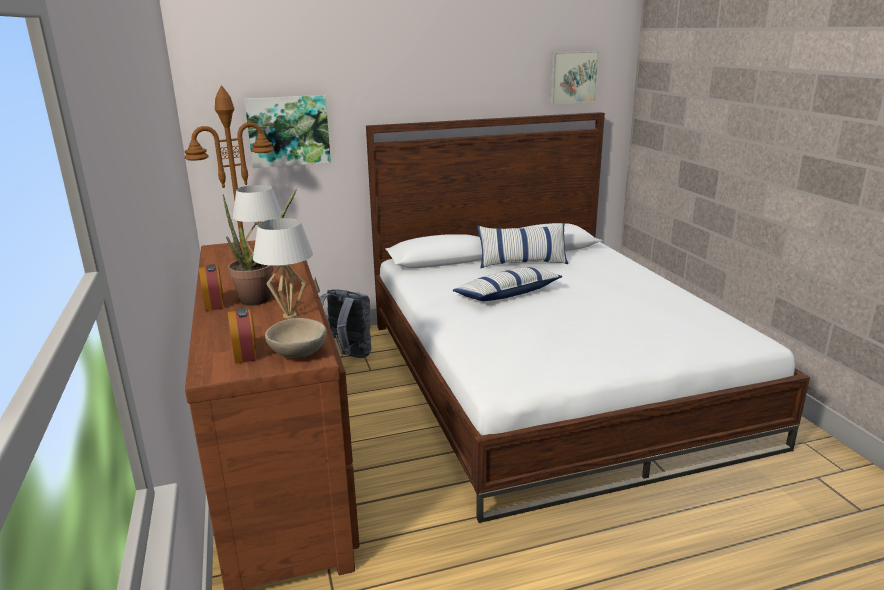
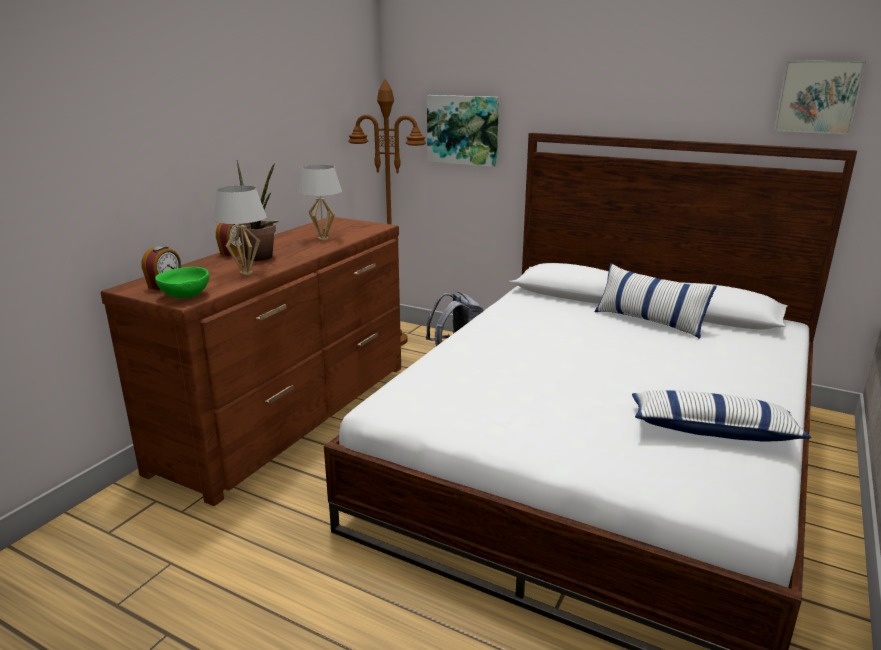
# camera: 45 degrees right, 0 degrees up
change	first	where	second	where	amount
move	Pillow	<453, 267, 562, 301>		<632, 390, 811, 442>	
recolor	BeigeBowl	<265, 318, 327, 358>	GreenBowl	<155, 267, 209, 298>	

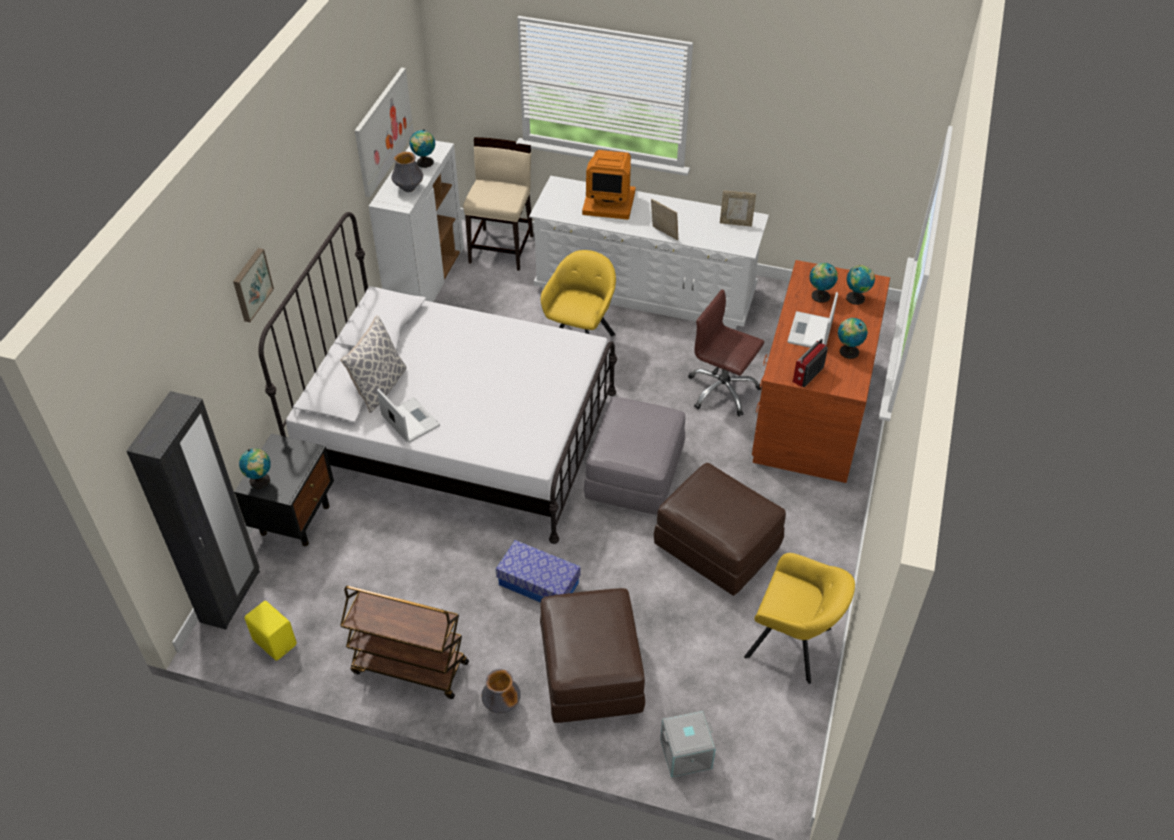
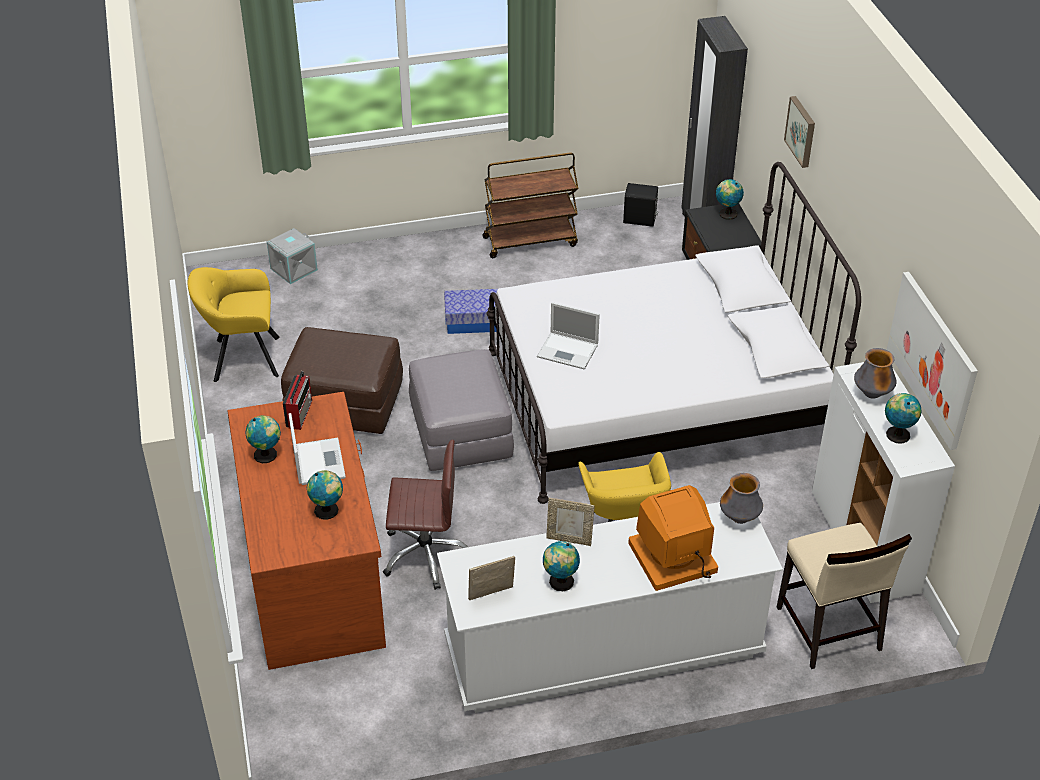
# camera: 150 degrees right, 5 degrees down
change	first	where	second	where	amount
move	Globe	<846, 265, 875, 305>		<543, 541, 580, 591>	
delete	Pillow	<340, 316, 407, 413>			
move	Laptop	<377, 388, 440, 443>		<537, 302, 600, 370>	
delete	BrownOttoman	<540, 588, 645, 723>			
recolor	YellowSpeaker	<245, 601, 297, 660>	BlackSpeaker	<623, 183, 658, 227>	
move	Vase	<481, 669, 521, 713>		<720, 473, 763, 524>	

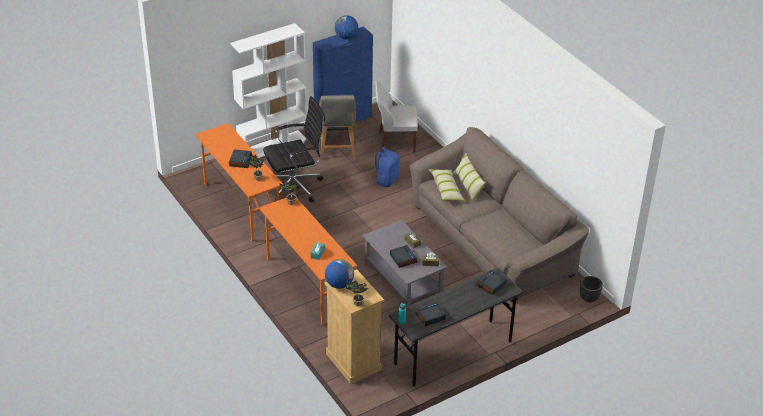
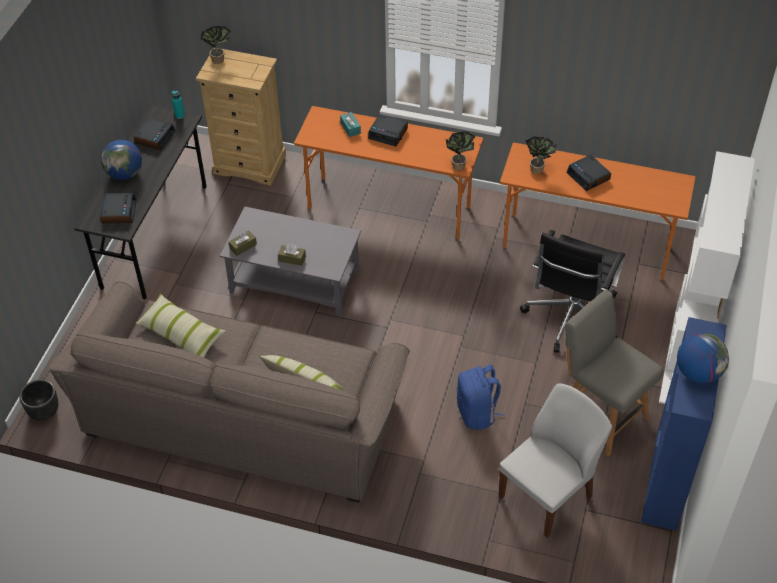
# camera: 140 degrees right, 10 degrees up
change	first	where	second	where	amount
move	Pillow	<429, 169, 465, 201>		<135, 293, 226, 357>	
move	AlarmClock	<390, 245, 417, 268>		<368, 114, 408, 147>	
move	Globe	<325, 259, 354, 289>		<101, 140, 142, 180>	

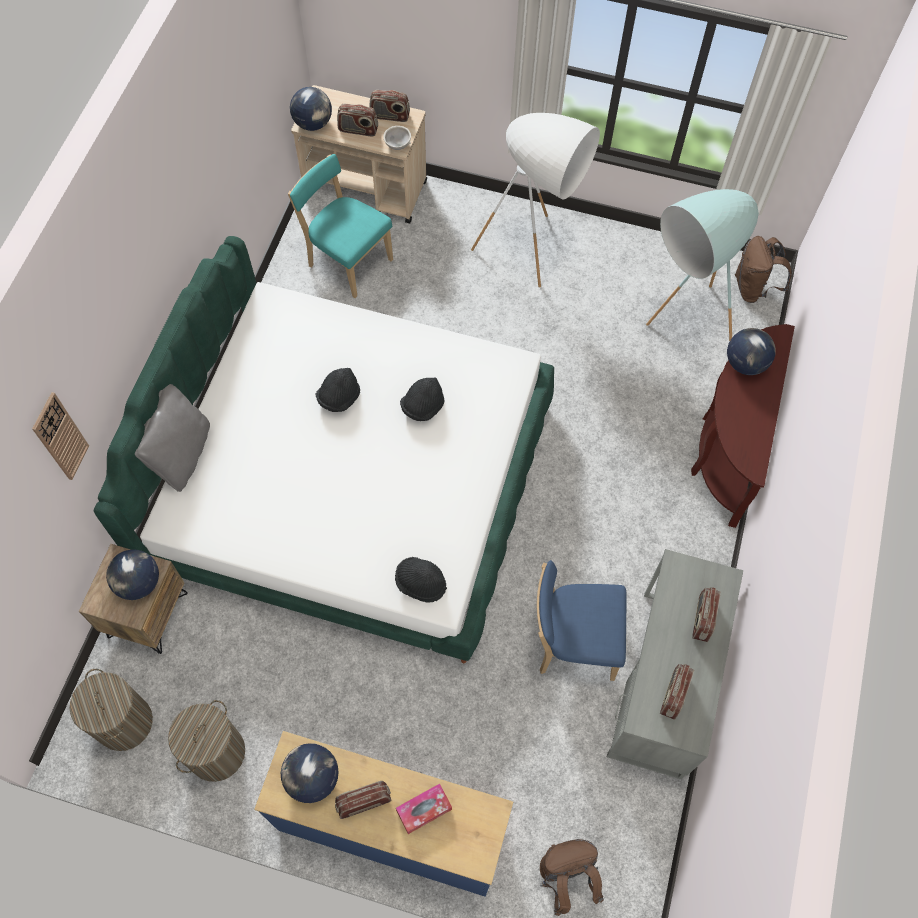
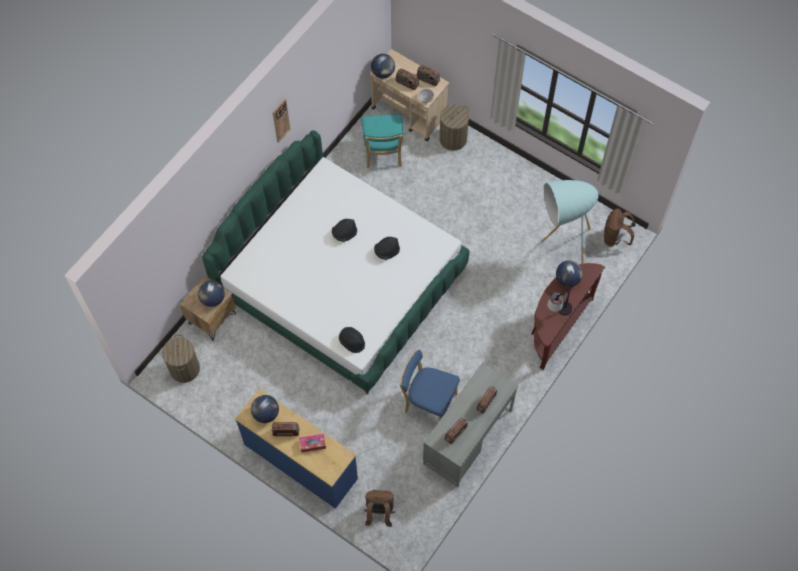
# camera: 20 degrees right, 0 degrees up
change	first	where	second	where	amount
delete	WhiteFloorLamp	<471, 113, 600, 288>			
rotate	TurquoiseChair	<288, 154, 393, 298>		<362, 114, 404, 168>	150 degrees counterclockwise
delete	GreyPillow	<135, 384, 210, 492>			
move	WallClock	<32, 392, 89, 480>		<273, 99, 290, 143>	
move	LaundryBasket	<168, 700, 245, 782>		<439, 105, 469, 151>	
insert			TableLamp	<547, 291, 573, 315>	

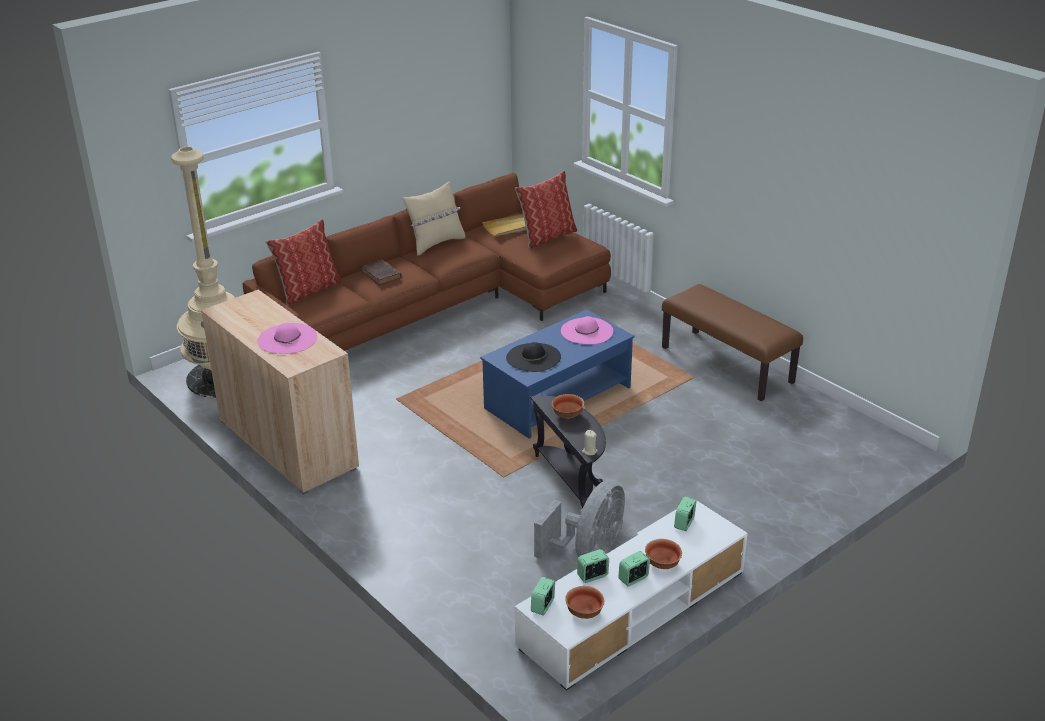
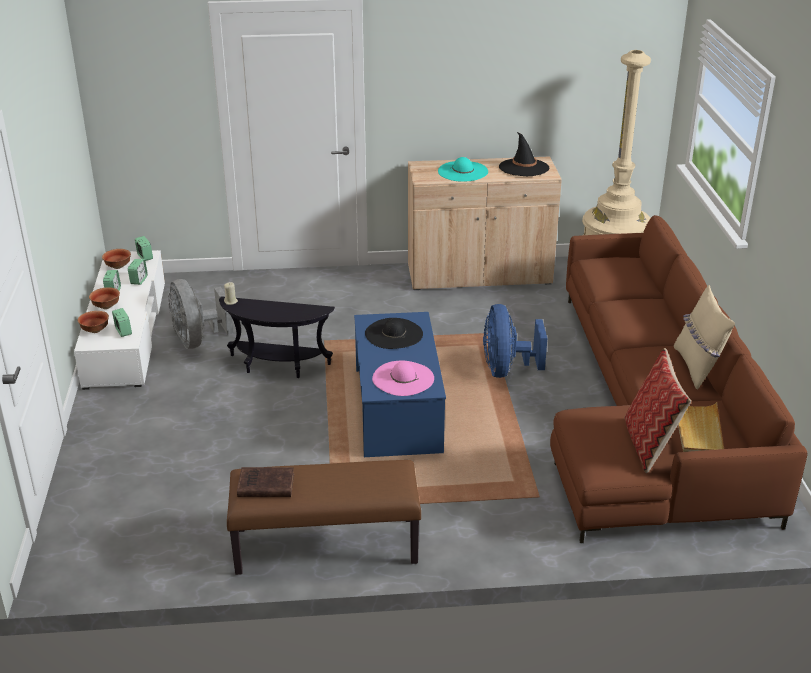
# camera: 125 degrees right, 0 degrees up
change	first	where	second	where	amount
delete	Pillow	<266, 219, 342, 306>			
move	BrownBook	<361, 259, 402, 285>		<237, 467, 294, 497>	
recolor	PinkHat	<258, 323, 317, 354>	TurquoiseHat	<438, 157, 488, 182>	
move	Bowl	<552, 394, 584, 419>		<77, 311, 109, 333>	
insert			BlackHat	<499, 132, 549, 176>	
insert			BlueFan	<483, 304, 547, 378>	

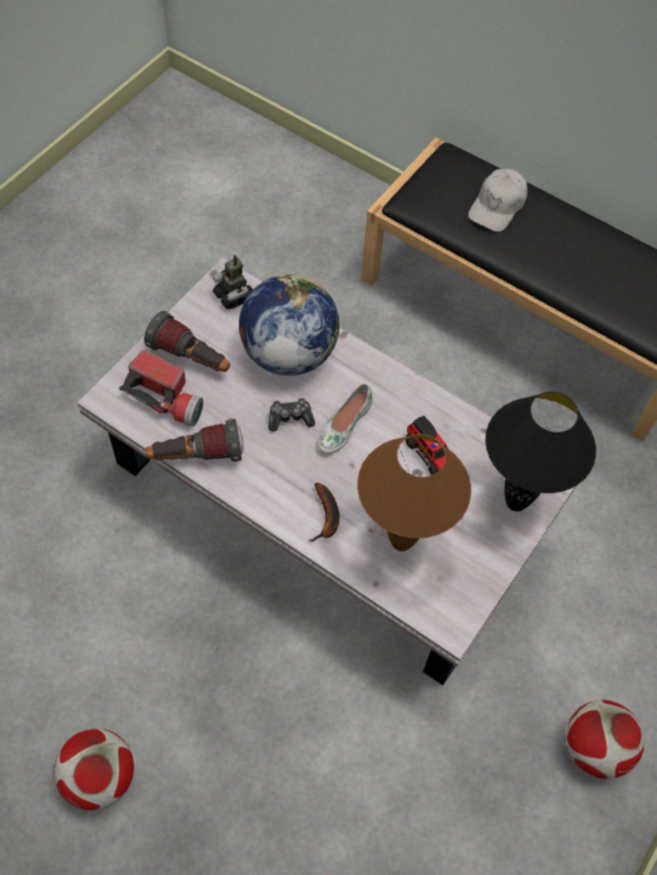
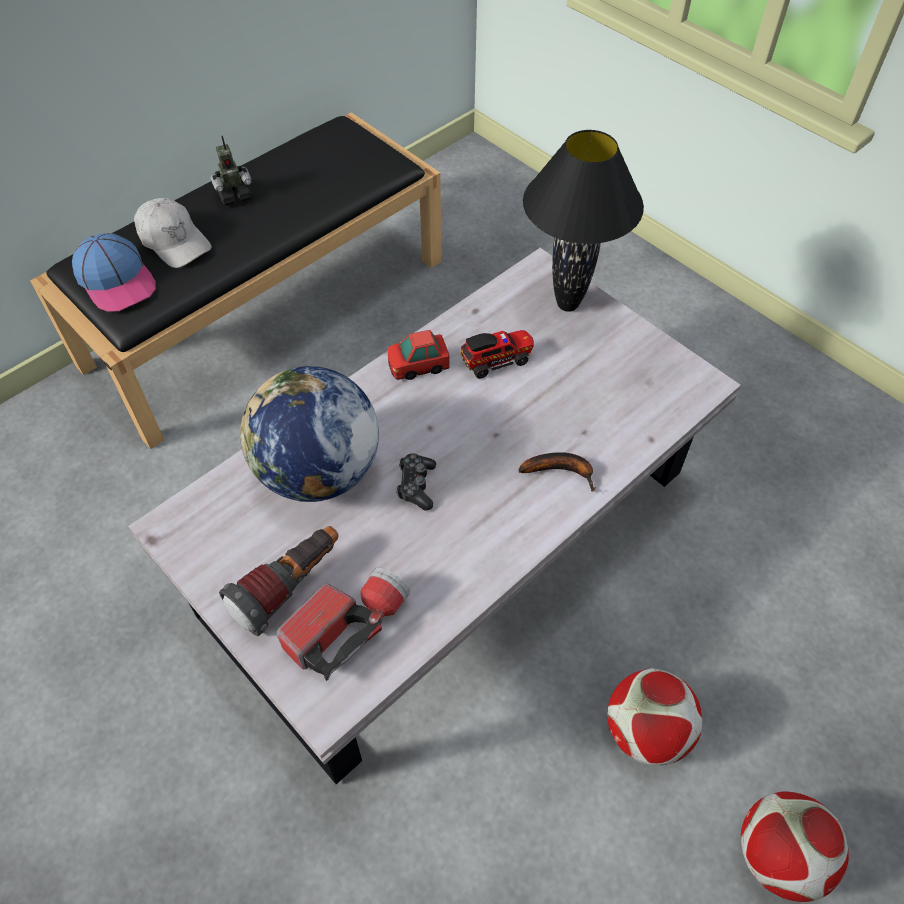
# camera: 75 degrees left, 5 degrees down
change	first	where	second	where	amount
move	ToyRobot	<213, 255, 253, 309>		<211, 135, 252, 205>	
delete	WhiteShoe	<318, 383, 373, 454>			
delete	Flashlight	<145, 419, 243, 462>			
delete	BrownTableLamp	<357, 434, 471, 551>			
move	Football	<566, 700, 644, 779>		<608, 668, 702, 766>	
insert			Cap	<72, 233, 156, 312>	
insert			ToyCar	<388, 330, 450, 380>	

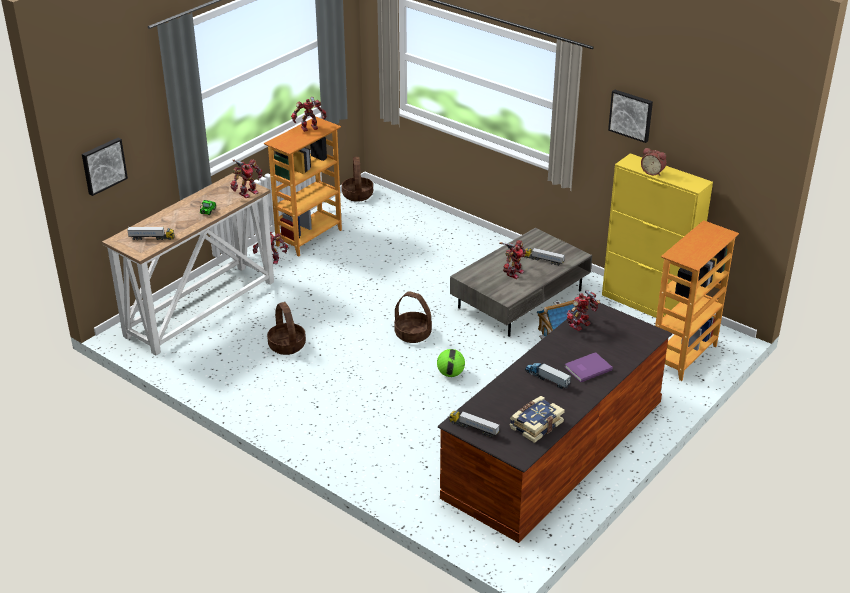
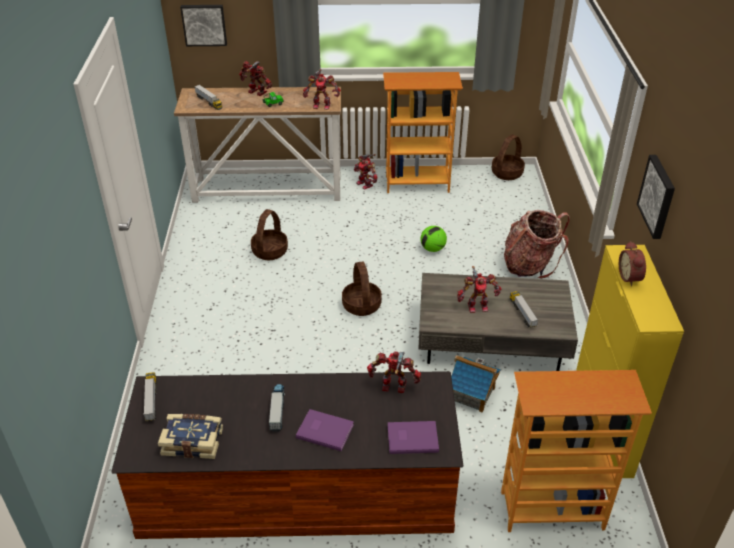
# camera: 50 degrees right, 5 degrees up
change	first	where	second	where	amount
move	ToyRobot	<291, 97, 327, 132>		<239, 61, 272, 96>	
move	Football	<437, 349, 465, 377>		<420, 226, 447, 252>	
insert			Backpack	<504, 210, 570, 279>	
insert			PurpleBook	<388, 421, 439, 454>	

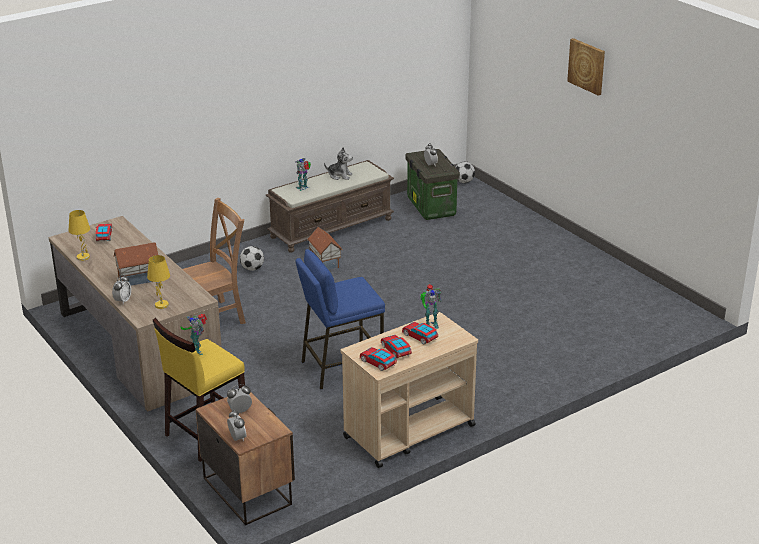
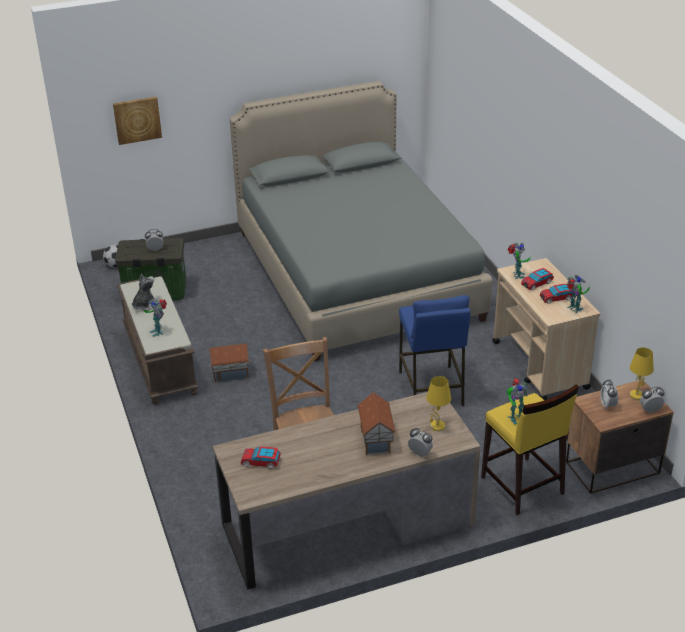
# camera: 75 degrees left, 5 degrees up
change	first	where	second	where	amount
move	Picture	<567, 38, 605, 96>		<113, 97, 162, 145>	
move	YellowTableLamp	<68, 210, 90, 261>		<630, 347, 654, 400>	
delete	Football	<240, 246, 264, 271>			
replace	ToyCar	<360, 347, 397, 371>	ToyRobot	<567, 275, 590, 314>	
insert			GreyBed	<230, 81, 493, 361>	

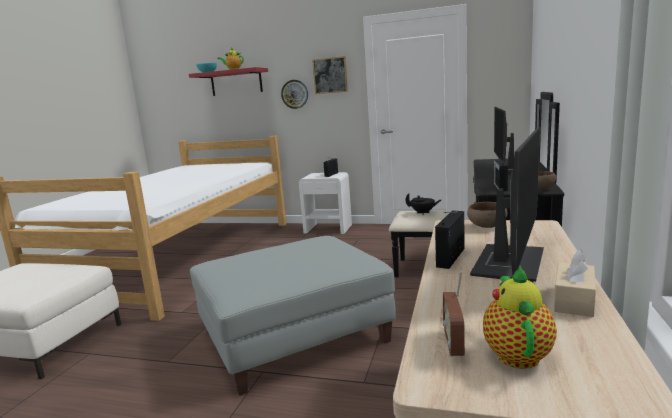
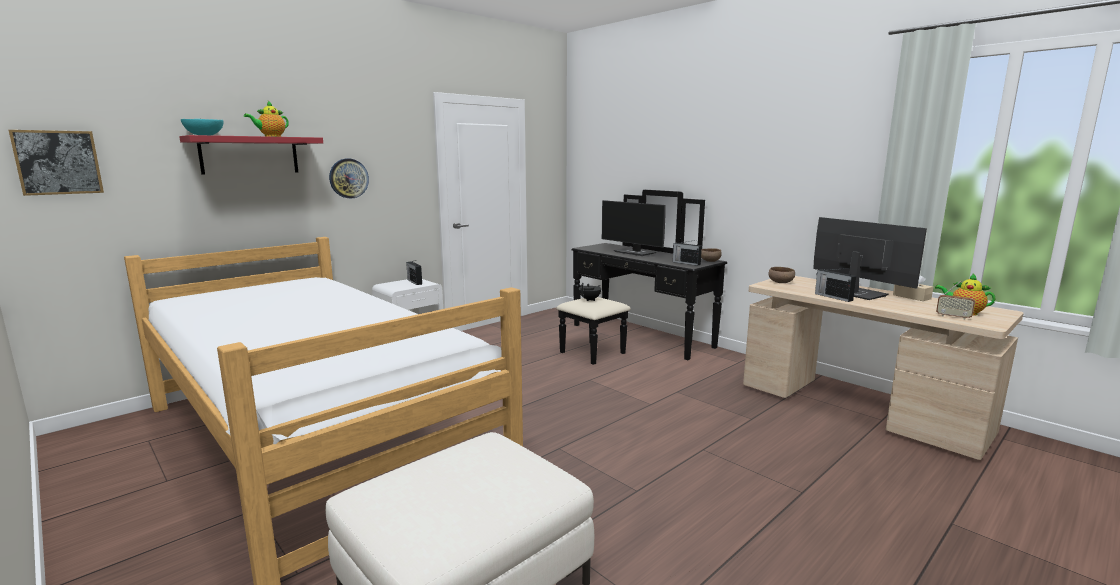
# camera: 60 degrees left, 0 degrees up
change	first	where	second	where	amount
move	Picture	<312, 56, 348, 94>		<9, 130, 104, 196>	
delete	GreyOttoman	<190, 236, 396, 396>			

